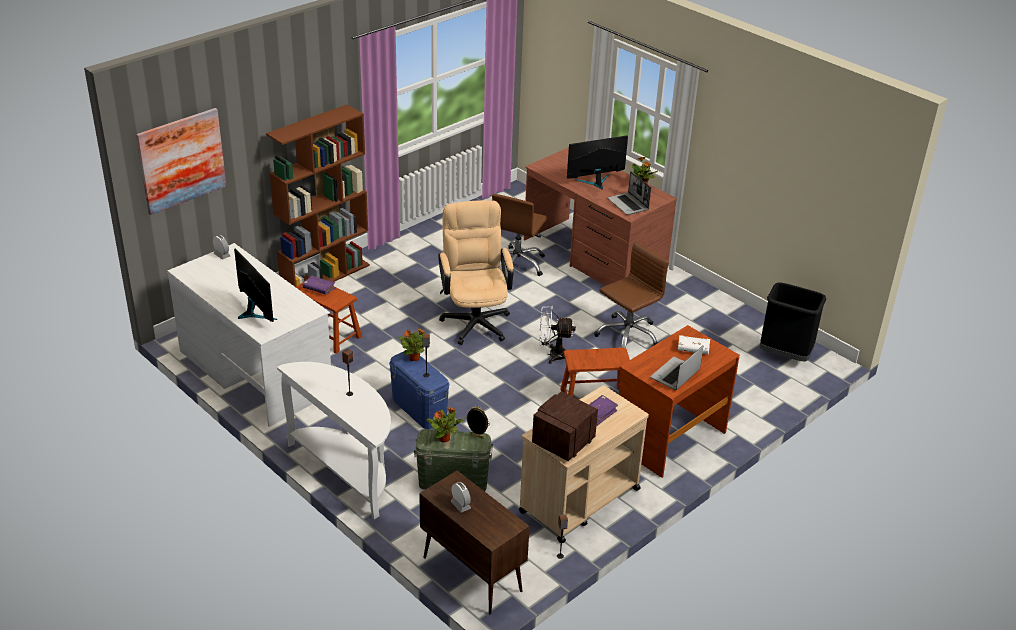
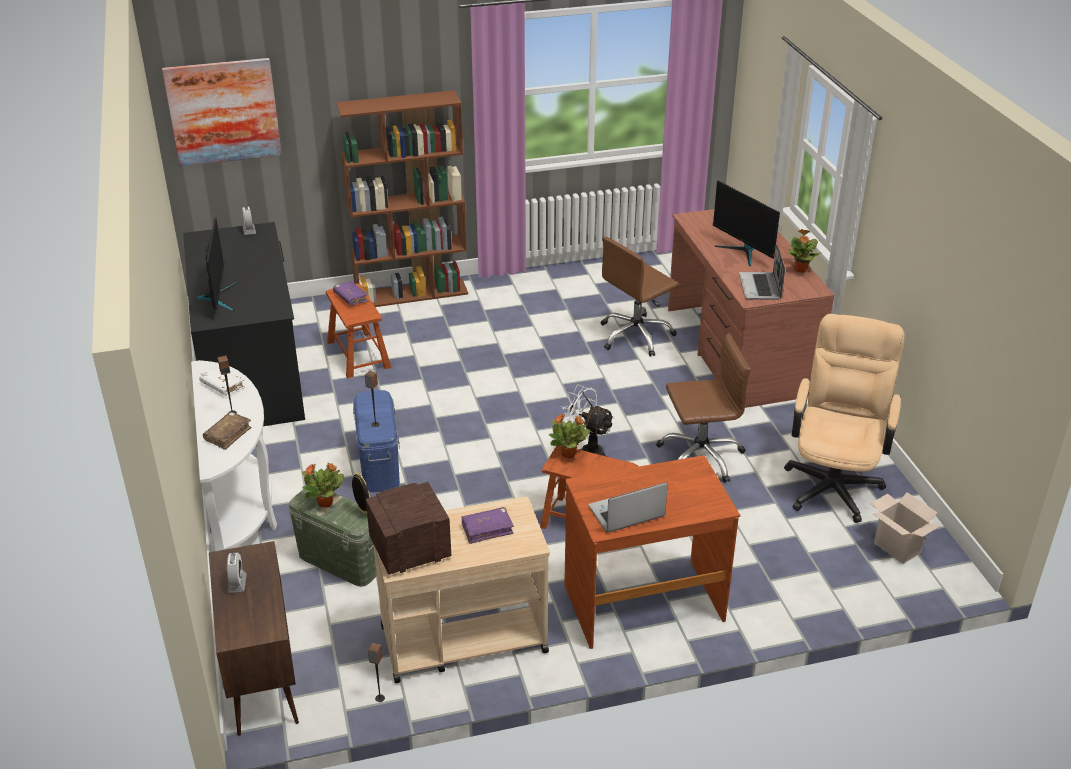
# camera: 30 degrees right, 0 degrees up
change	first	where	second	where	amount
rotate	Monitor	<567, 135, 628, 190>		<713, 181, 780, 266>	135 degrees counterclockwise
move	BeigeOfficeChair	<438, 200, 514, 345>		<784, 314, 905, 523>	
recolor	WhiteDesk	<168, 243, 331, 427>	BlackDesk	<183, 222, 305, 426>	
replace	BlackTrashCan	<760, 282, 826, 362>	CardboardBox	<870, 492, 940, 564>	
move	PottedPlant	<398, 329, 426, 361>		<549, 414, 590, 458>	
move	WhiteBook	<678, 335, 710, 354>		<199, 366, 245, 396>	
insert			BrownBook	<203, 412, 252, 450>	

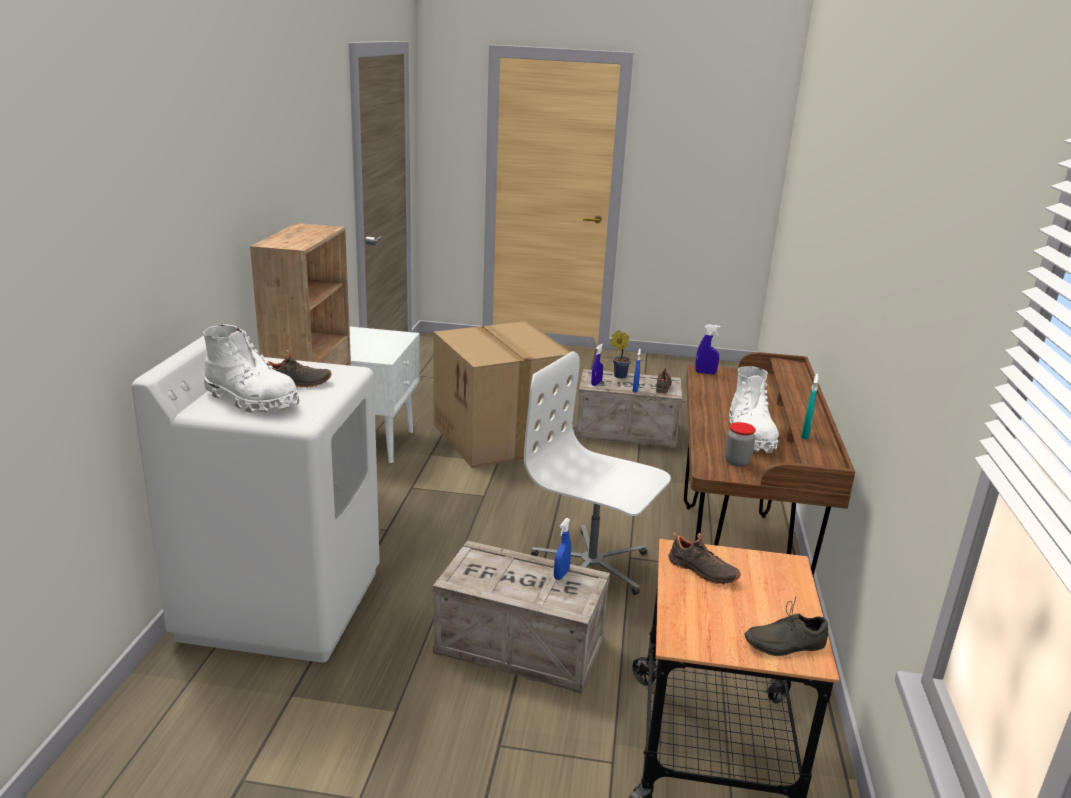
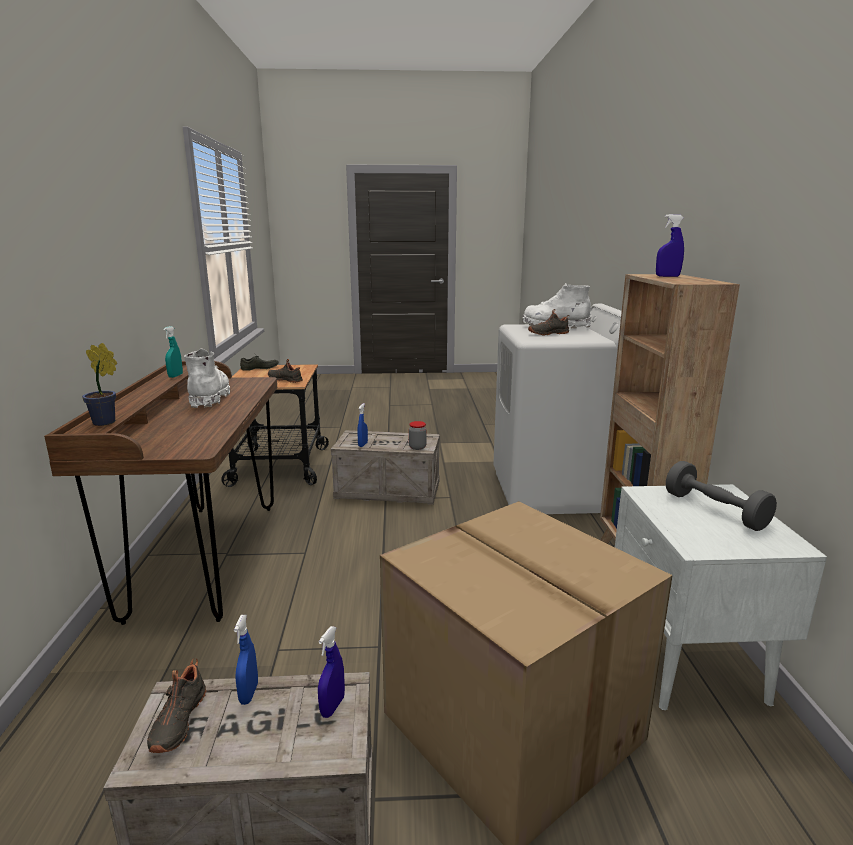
# camera: 170 degrees right, 5 degrees down
change	first	where	second	where	amount
move	BlueSprayBottle	<695, 324, 721, 374>		<656, 214, 684, 277>	
move	PottedPlant	<610, 330, 631, 378>		<82, 343, 117, 426>	
delete	WhiteOfficeChair	<524, 351, 671, 595>			
move	Jar	<725, 422, 756, 467>		<409, 421, 427, 450>	
insert			GreyDumbbell	<666, 461, 777, 531>	

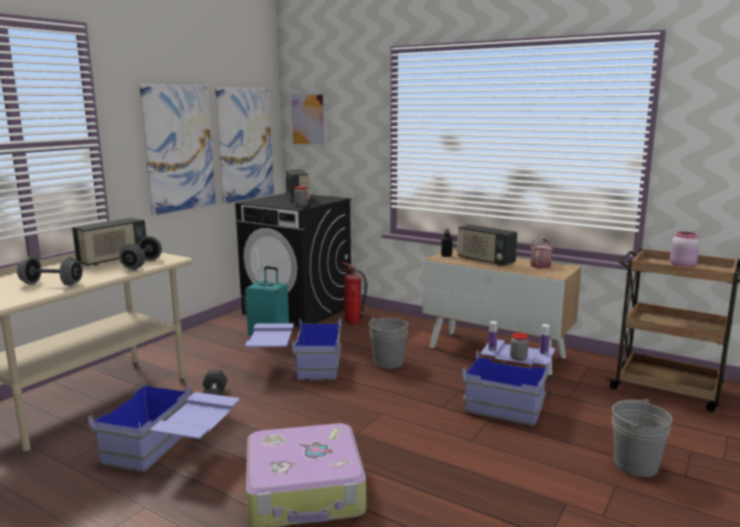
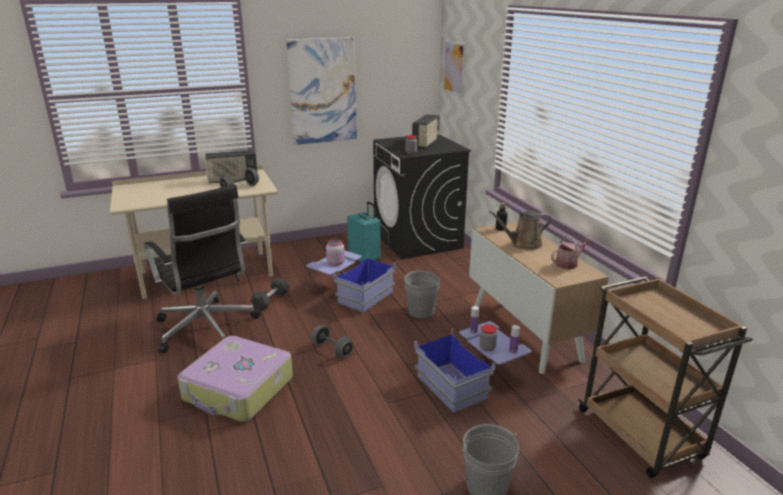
# camera: 35 degrees right, 10 degrees up
change	first	where	second	where	amount
delete	Picture	<215, 87, 274, 203>			
replace	Radio	<457, 224, 517, 266>	BrownWateringCan	<489, 211, 552, 250>	
move	PinkJar	<670, 232, 700, 267>		<326, 239, 345, 266>	
move	GreyDumbbell	<17, 256, 83, 286>		<312, 325, 353, 358>	
delete	FireExtinguisher	<339, 262, 367, 325>			
replace	BlueStorageBox	<88, 379, 240, 472>	BlackOfficeChair	<144, 184, 260, 353>	

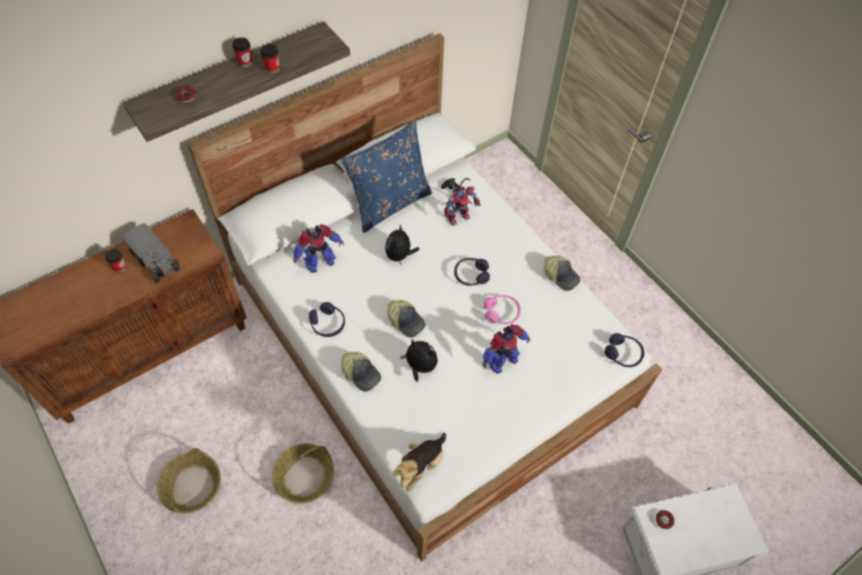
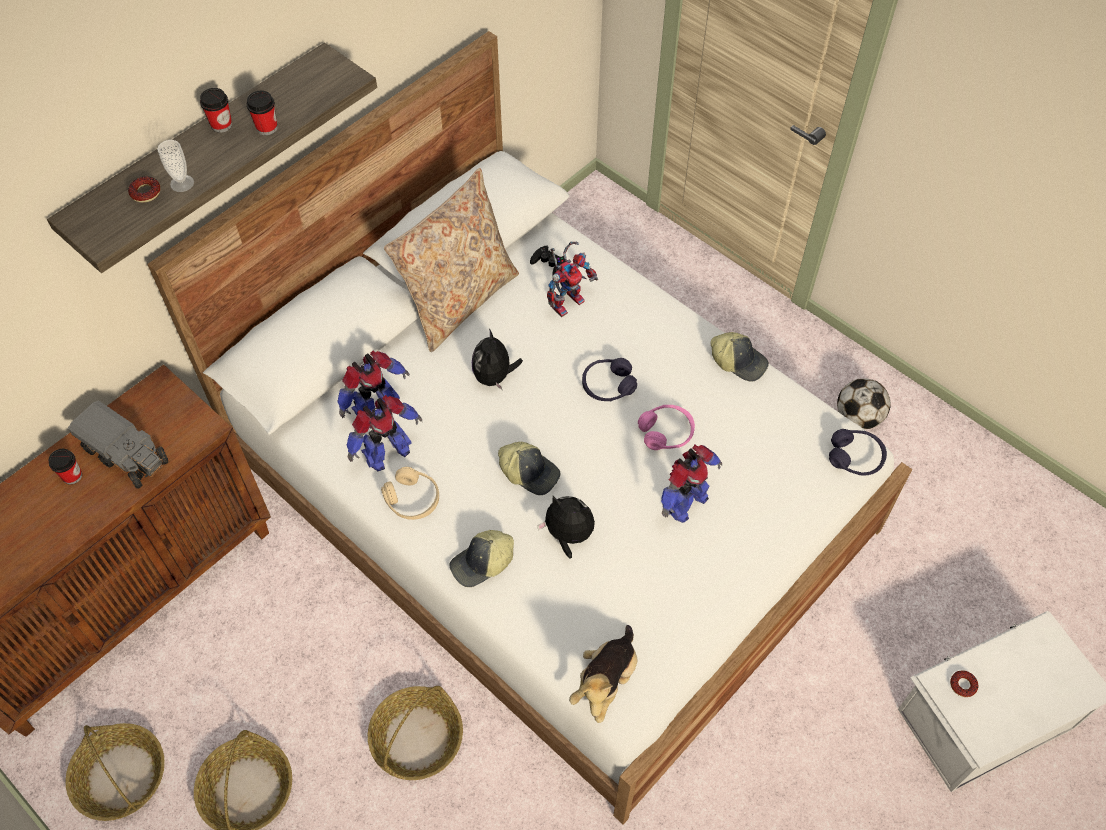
# camera: 10 degrees left, 0 degrees up
change	first	where	second	where	amount
recolor	BluePillow	<341, 120, 432, 233>	BeigePillow	<384, 168, 519, 352>	
recolor	PurpleHeadphones	<309, 302, 345, 337>	BeigeHeadphones	<381, 467, 439, 520>	
rotate	Cap	<341, 352, 381, 392>		<450, 530, 514, 587>	120 degrees clockwise
insert			Cup	<157, 140, 194, 192>	
insert			Football	<837, 378, 891, 429>	
insert			ToyRobot	<347, 395, 422, 471>	
insert			Basket	<66, 723, 165, 821>	

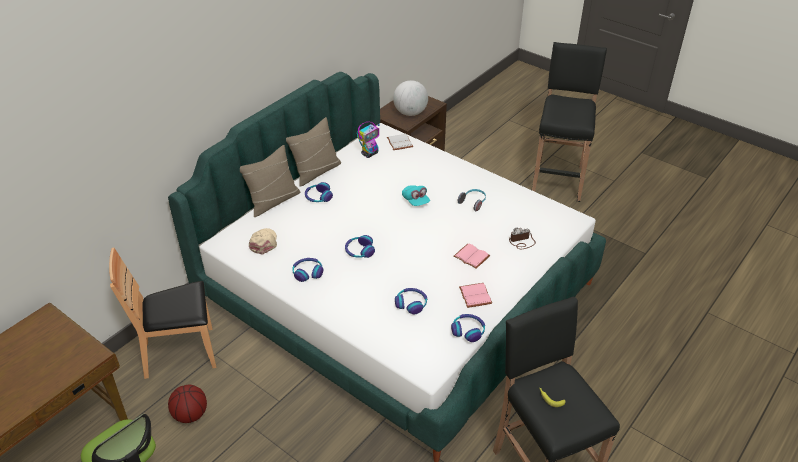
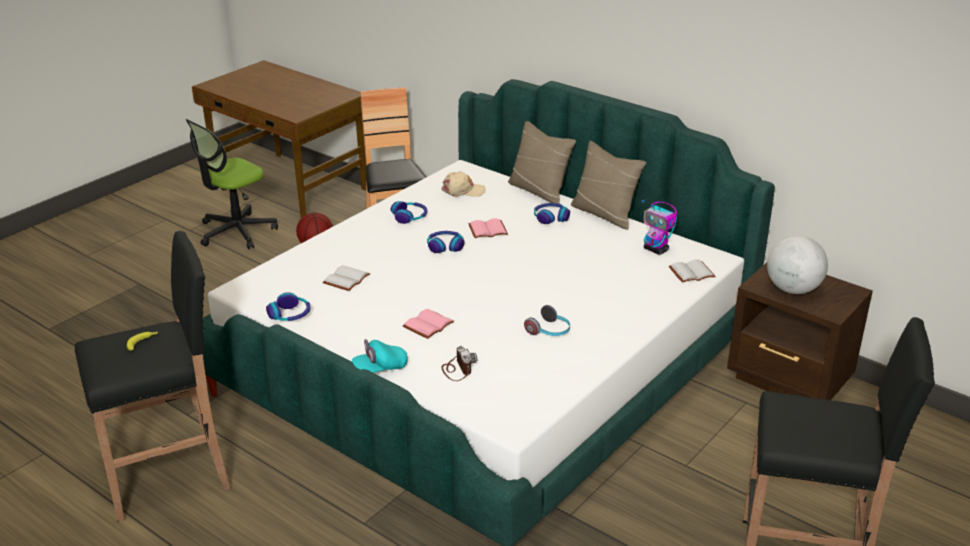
# camera: 90 degrees right, 10 degrees down
change	first	where	second	where	amount
move	TurquoiseCap	<402, 185, 430, 206>		<352, 339, 408, 373>	
move	PinkBook	<459, 283, 492, 308>		<468, 218, 508, 238>	
replace	Headphones	<395, 288, 427, 314>	WhiteBook	<323, 265, 370, 291>	

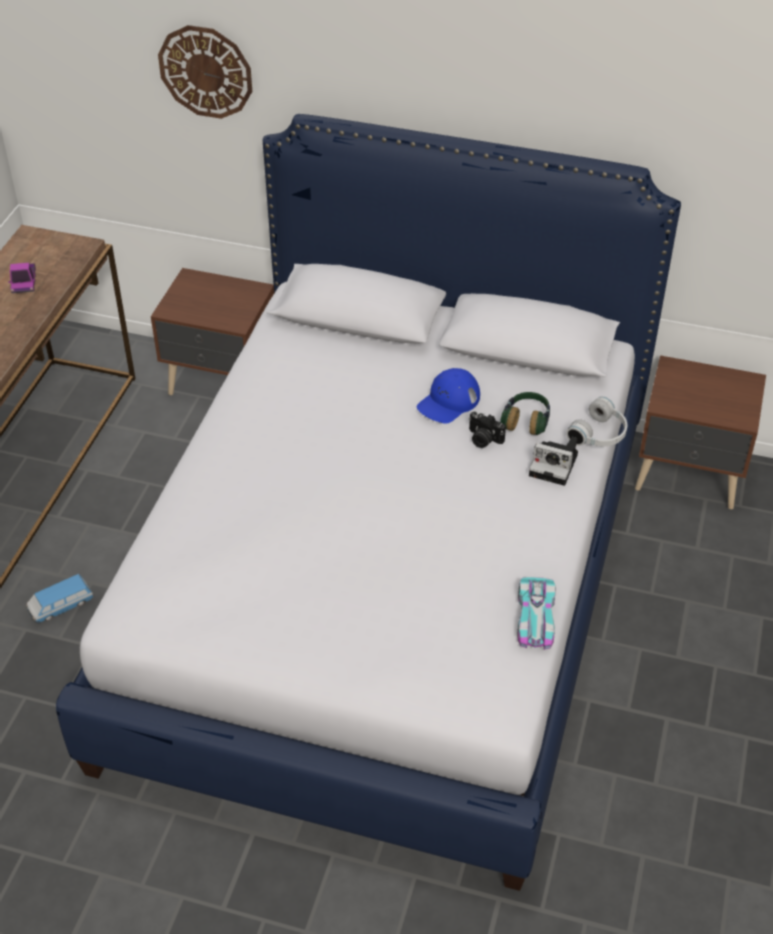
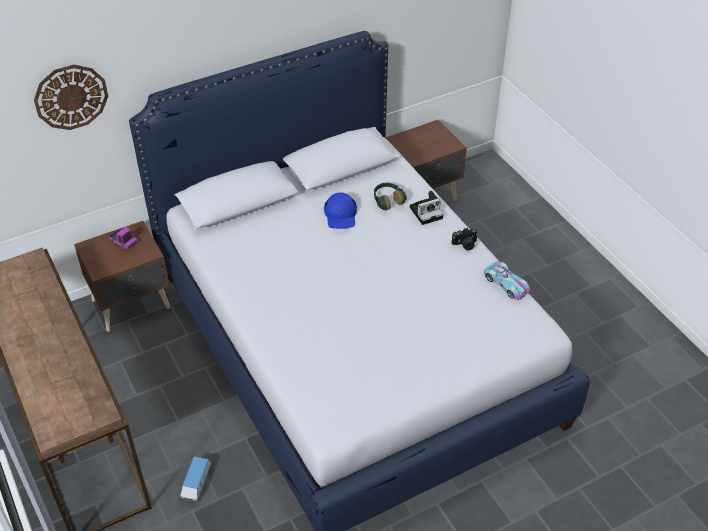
# camera: 45 degrees left, 0 degrees up
change	first	where	second	where	amount
move	ToyTruck	<8, 263, 36, 293>		<109, 227, 138, 250>	
delete	WhiteHeadphones	<566, 396, 627, 446>			
move	PhotoCamera	<469, 411, 506, 448>		<452, 228, 478, 250>	

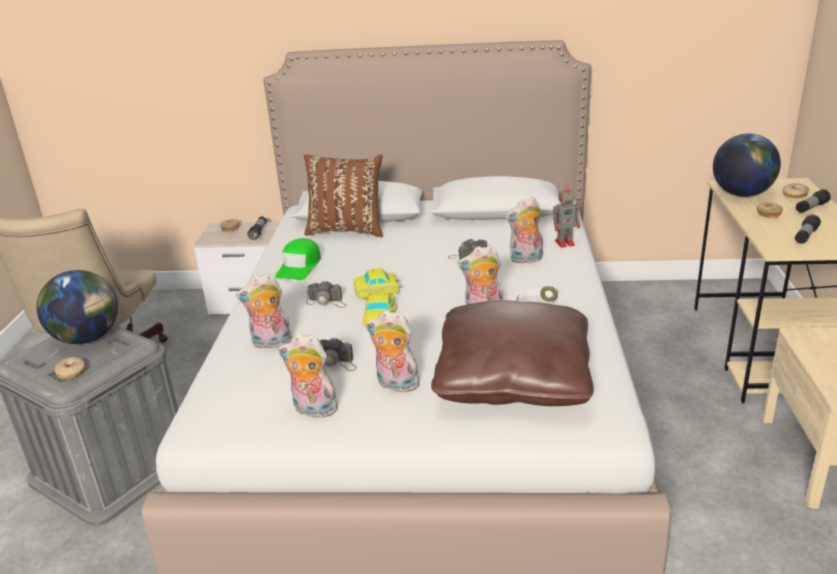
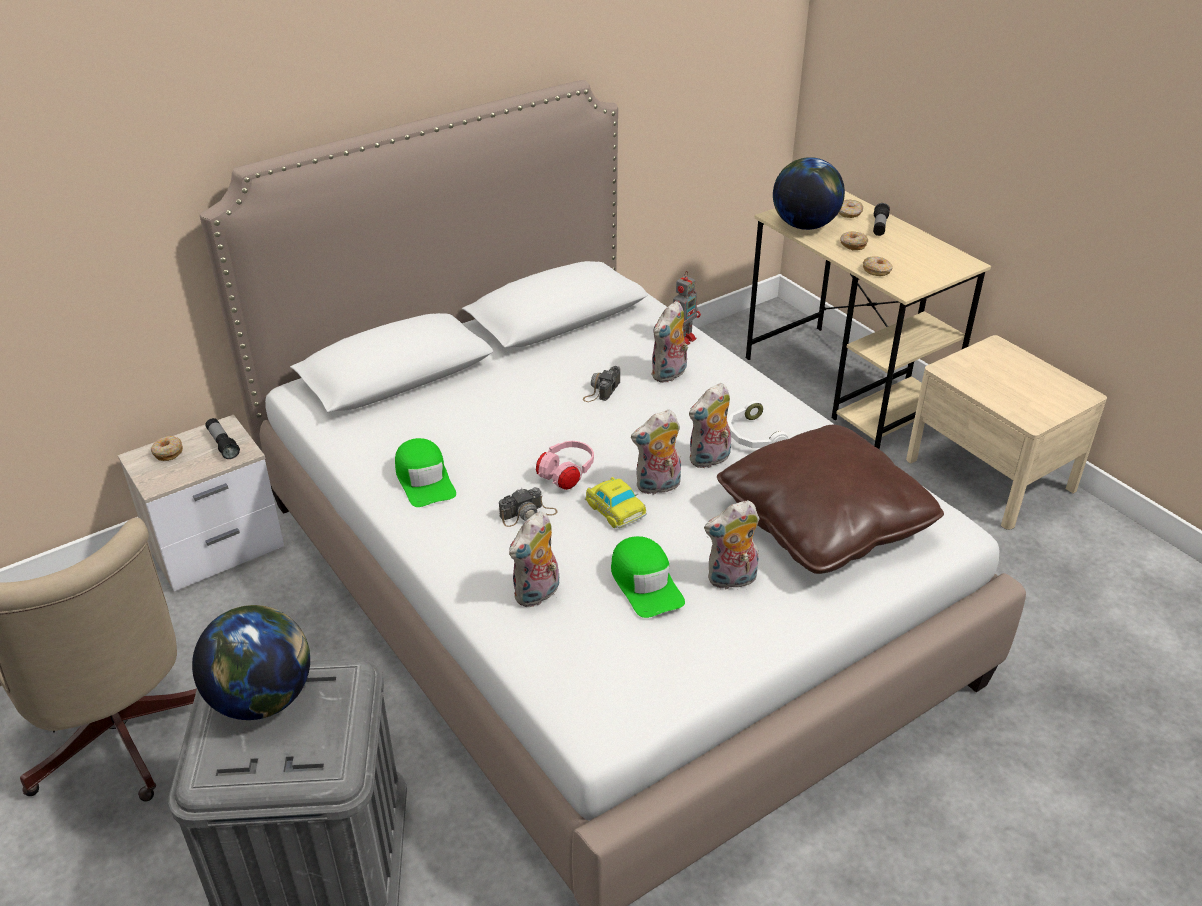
# camera: 40 degrees left, 10 degrees up
change	first	where	second	where	amount
delete	BrownPillow	<304, 154, 383, 237>			
delete	Flashlight	<795, 215, 821, 244>			
replace	ToyCar	<354, 268, 402, 299>	PinkHeadphones	<536, 441, 594, 490>	
move	PlushToy	<278, 334, 340, 418>		<631, 410, 681, 495>	
replace	PhotoCamera	<319, 337, 357, 371>	GreenCap	<611, 536, 685, 618>	
move	Donut	<54, 356, 85, 379>		<863, 257, 893, 276>	

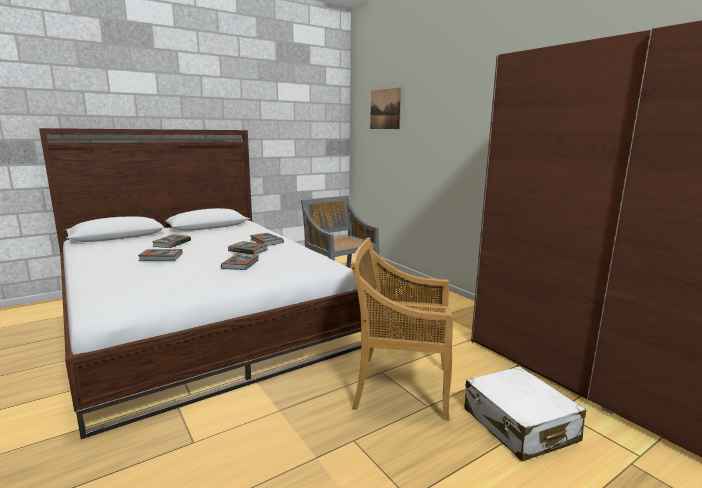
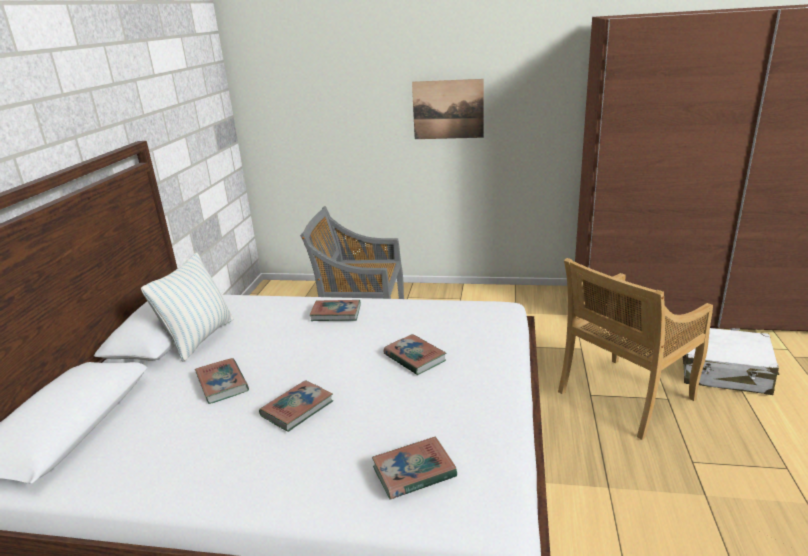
# camera: 45 degrees left, 10 degrees up
change	first	where	second	where	amount
move	Picture	<370, 87, 402, 129>		<412, 79, 484, 139>	
move	Book	<228, 241, 268, 254>		<372, 437, 457, 500>	
insert			Pillow	<141, 253, 233, 362>	

